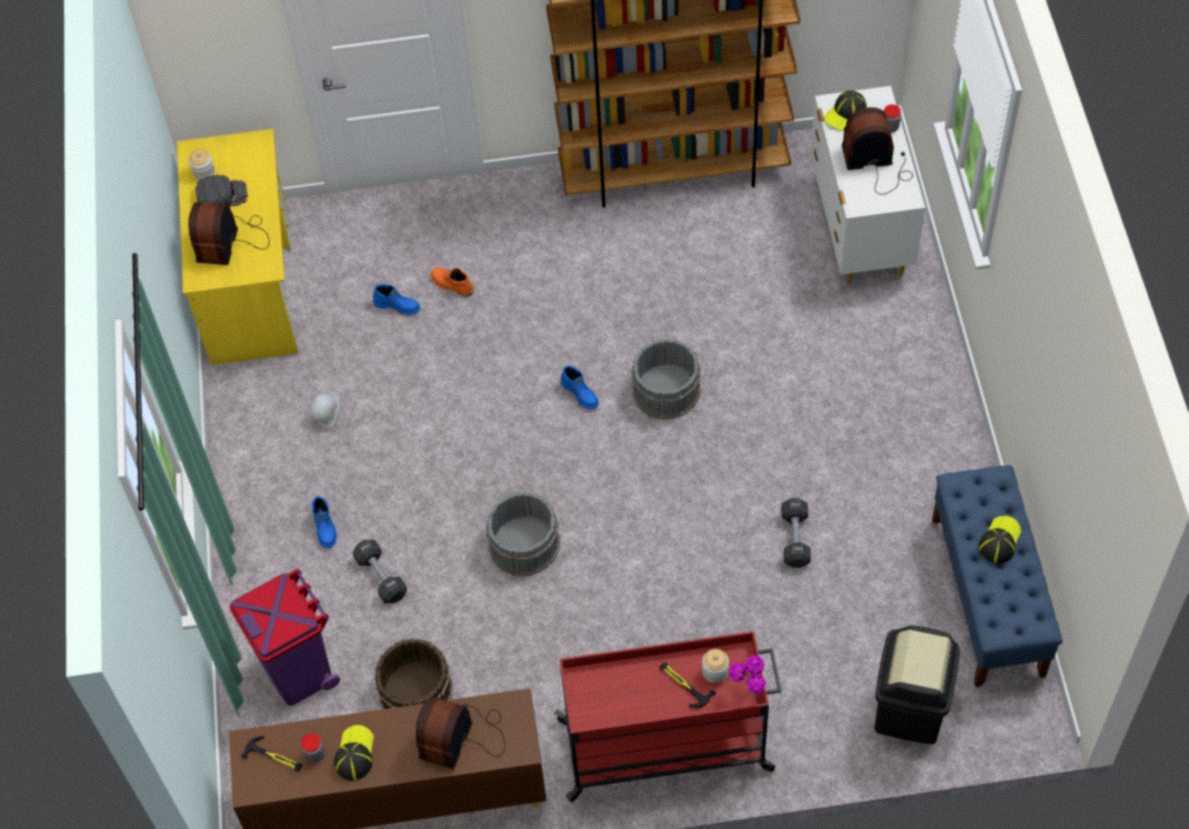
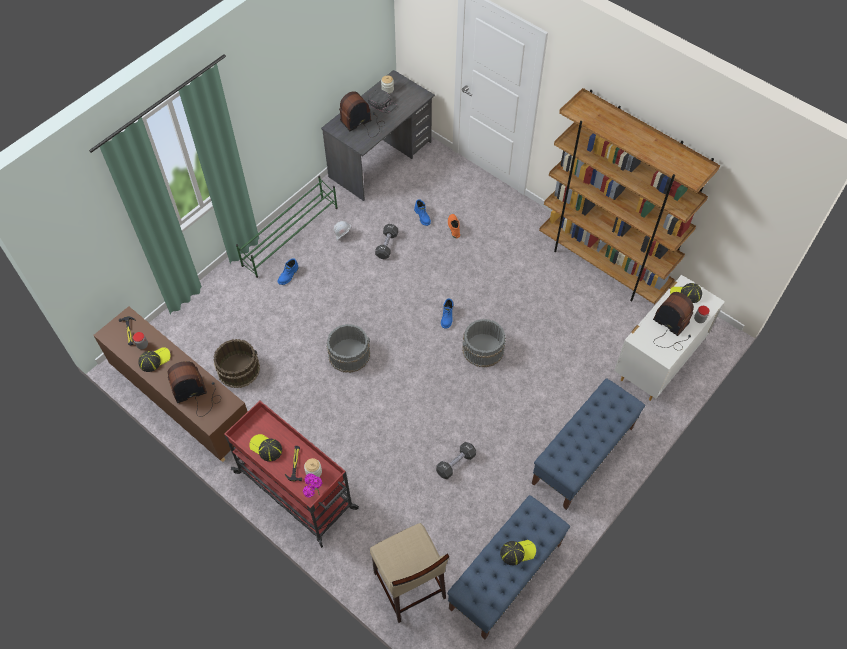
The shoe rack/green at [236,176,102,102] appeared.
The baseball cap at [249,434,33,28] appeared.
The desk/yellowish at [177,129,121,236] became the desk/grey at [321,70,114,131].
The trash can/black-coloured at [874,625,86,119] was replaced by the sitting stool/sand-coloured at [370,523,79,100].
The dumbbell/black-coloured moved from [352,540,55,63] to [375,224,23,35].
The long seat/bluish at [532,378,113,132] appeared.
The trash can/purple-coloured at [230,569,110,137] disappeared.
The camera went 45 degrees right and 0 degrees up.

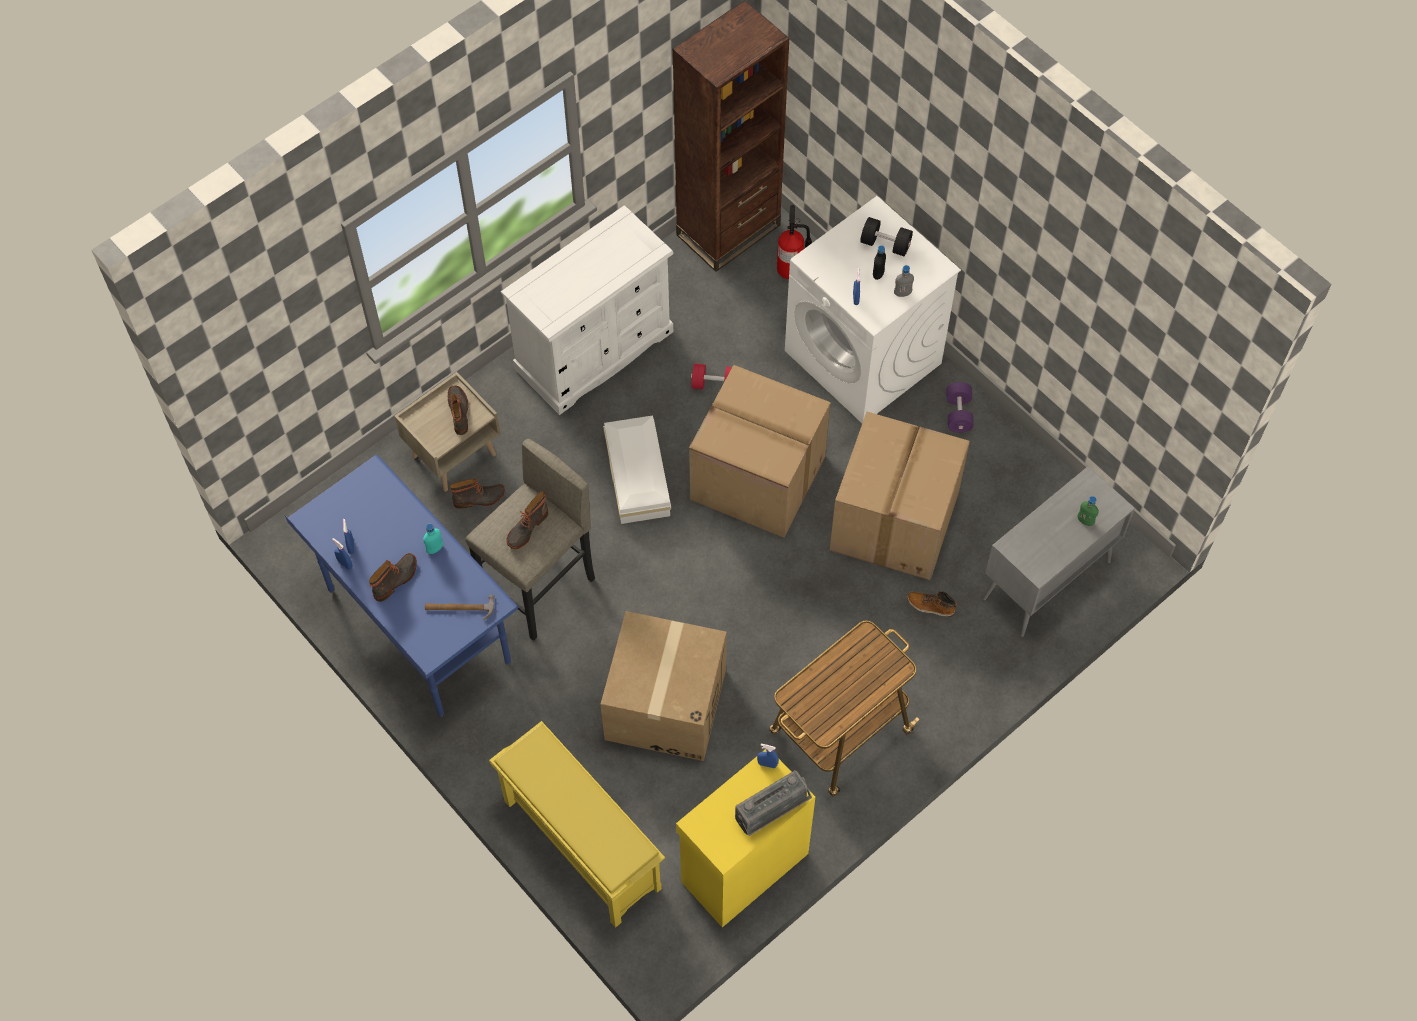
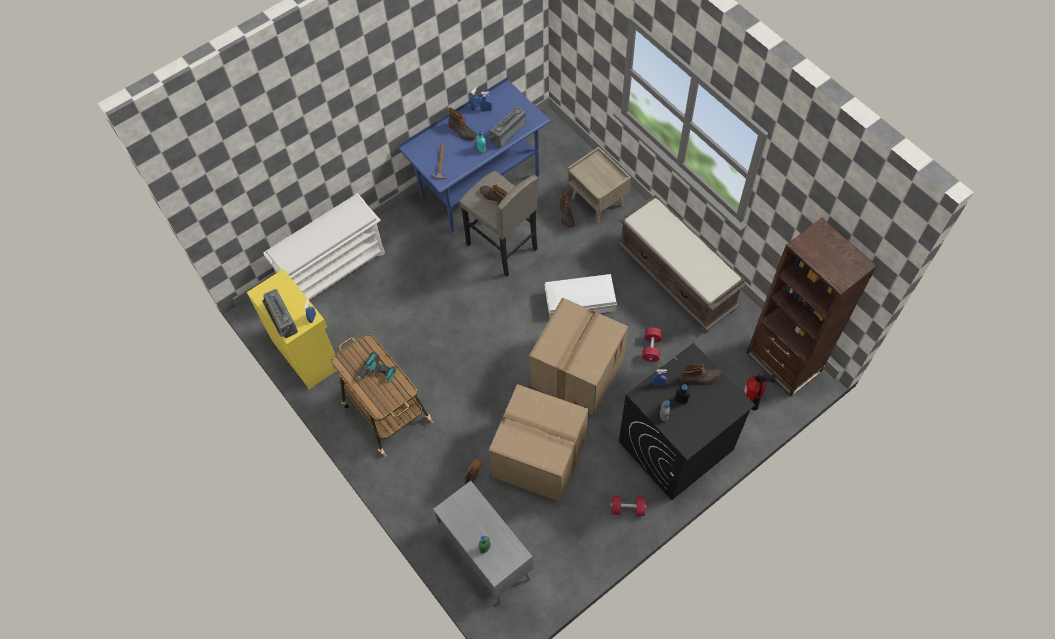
The shoe rack/yellowish at [490,721,175,207] became the shoe rack/white-coloured at [263,193,122,107].
The power drill at [358,352,38,30] appeared.
The radio receiver at [487,106,39,42] appeared.
The dumbbell/purple-coloured at [946,382,28,51] became the dumbbell/red at [611,495,35,21].
The chest of drawers/white-coloured at [501,205,173,210] was replaced by the long seat/brownish at [617,195,130,137].
The washing machine/white-coloured at [785,196,176,227] became the washing machine/black-coloured at [619,343,136,157].
The high-top boot moved from [448,386,21,49] to [680,363,41,22].
The cardboard box at [601,611,126,150] disappeared.
The dumbbell/black-coloured at [860,217,53,39] disappeared.
The camera went 95 degrees right and 0 degrees up.

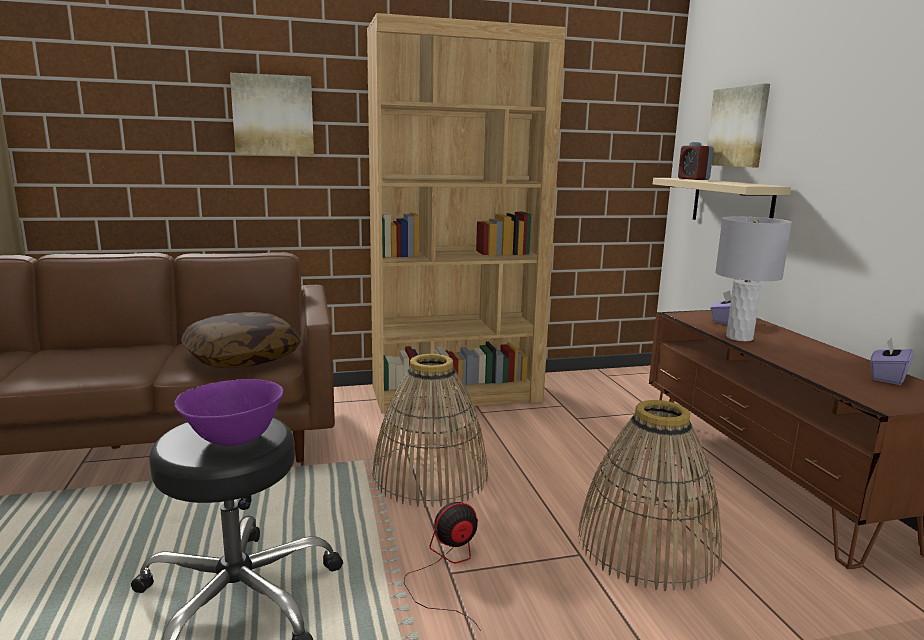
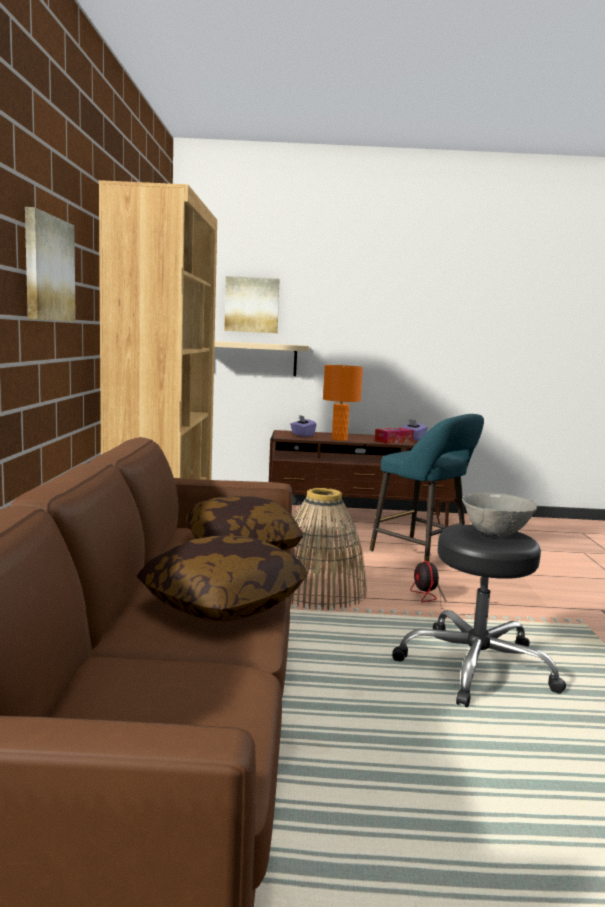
The pillow at [137,536,171,86] appeared.
The lamp for a table/grey at [715,216,77,125] became the lamp for a table/orange-coloured at [323,365,40,76].
The household basket at [578,400,144,191] was replaced by the sitting stool/turquoise at [370,414,114,148].
The tissue holder at [375,428,39,16] appeared.
The serving bowl/purple-coloured at [174,379,109,67] became the serving bowl/grey at [462,493,75,44].
The bedside clock at [678,142,36,38] disappeared.
The camera went 75 degrees left and 5 degrees down.

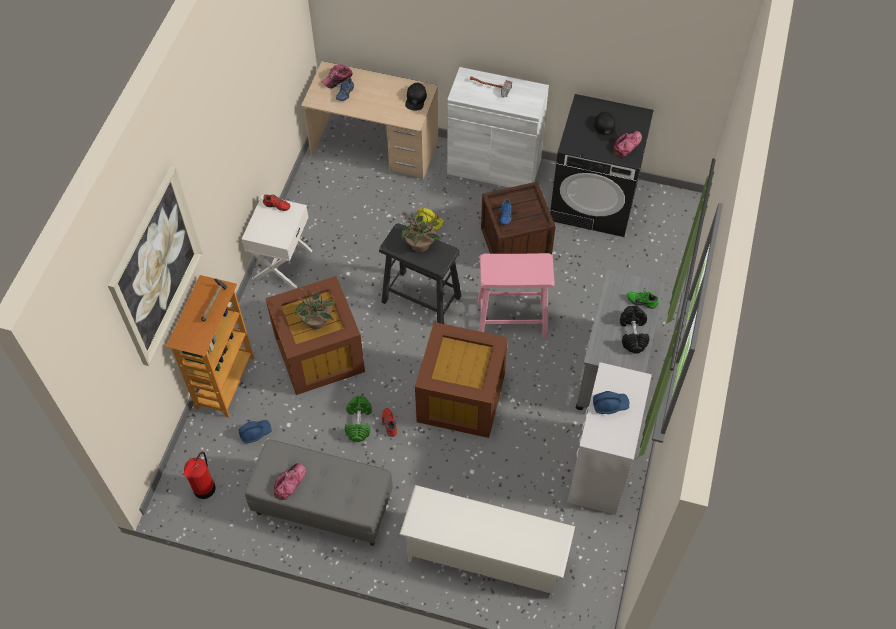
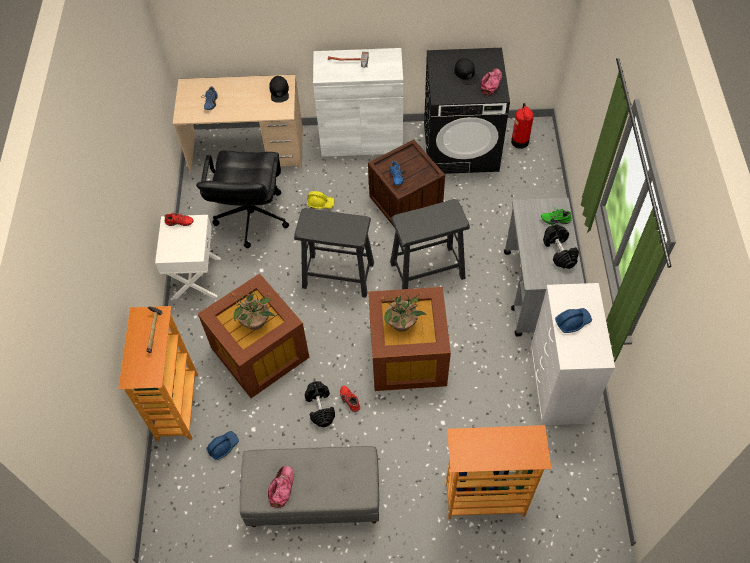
The desk chair/black-coloured at [196,150,93,98] appeared.
The dumbbell/green at [345,396,27,46] became the dumbbell/black-coloured at [304,381,31,46].
The houseplant moved from [401,209,40,43] to [379,289,48,43].
The sitting stool/pinkish at [478,253,76,85] became the sitting stool/black-coloured at [390,199,80,90].
The shoe rack/white-coloured at [399,485,176,115] was replaced by the shelving unit at [446,425,105,94].
The extinguisher moved from [183,452,33,47] to [511,103,23,46].
The wall art at [108,166,95,200] disappeared.
The baseball cap at [322,64,31,24] disappeared.
The camera went 15 degrees left and 0 degrees up.

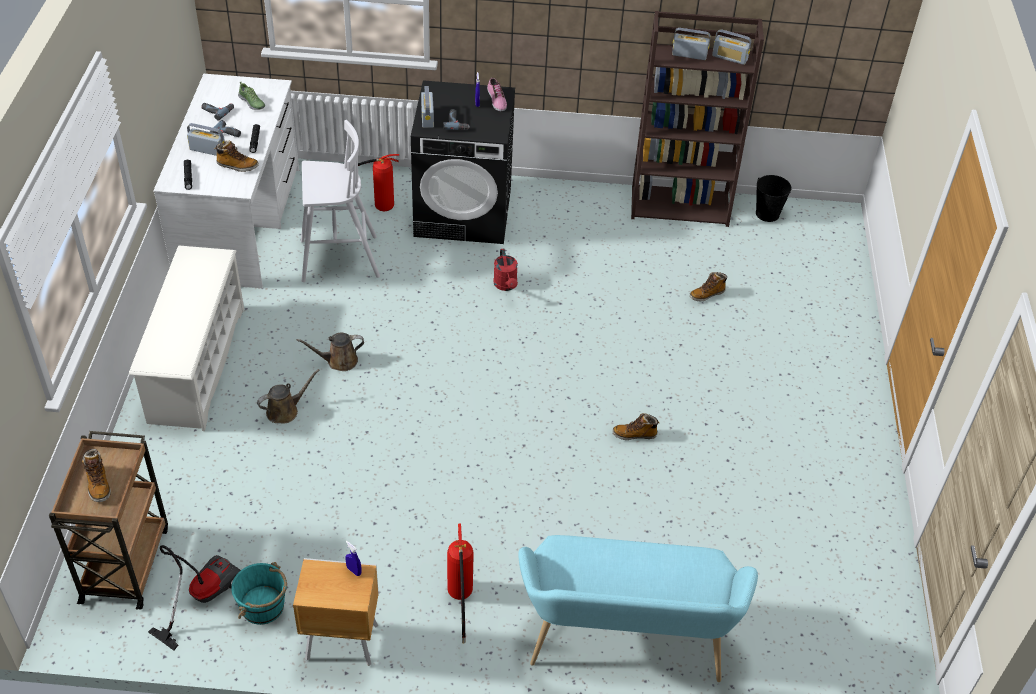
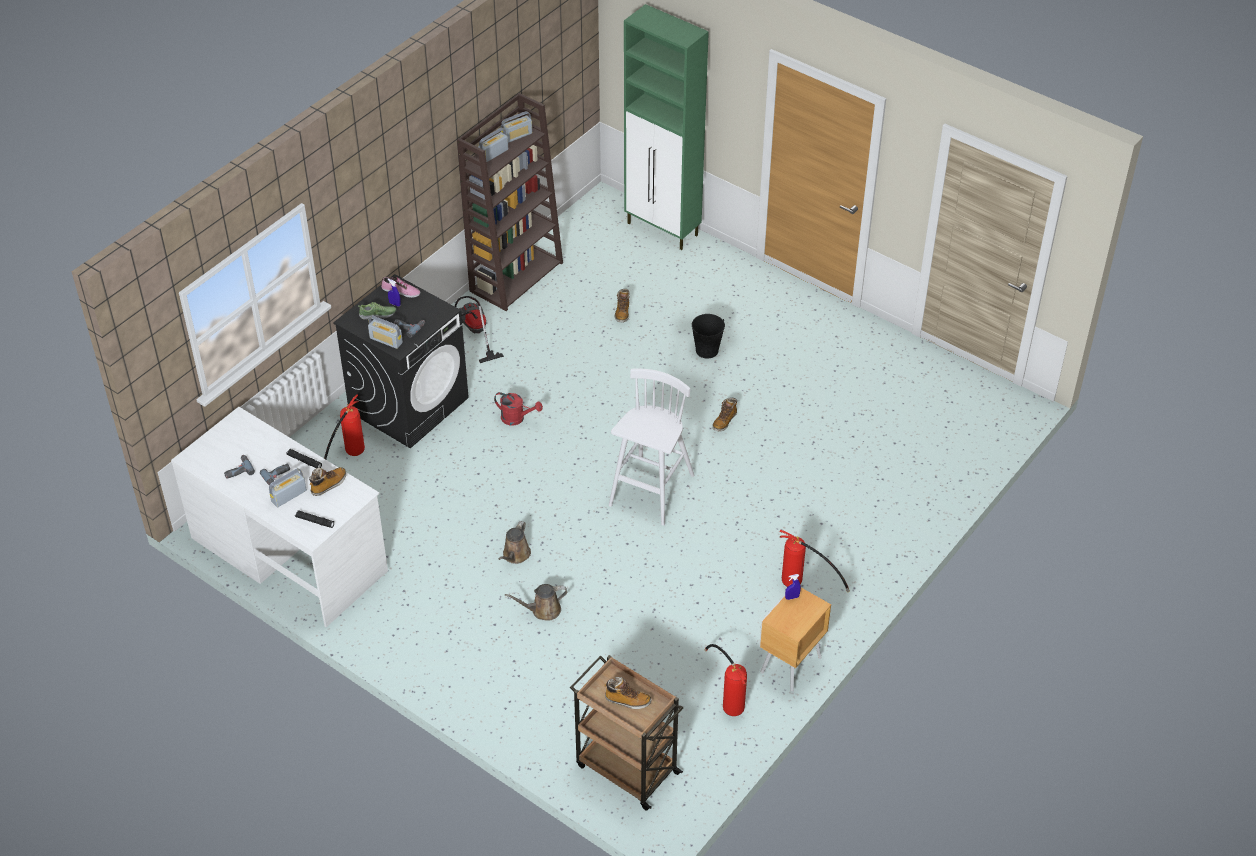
The low shoe moved from [238,82,27,28] to [358,302,38,18].
The vacuum moved from [148,545,93,106] to [454,296,50,67].
The watering pot/brownish at [257,369,63,55] turned 105 degrees counterclockwise.
The sitting stool/white-coloured moved from [301,120,79,162] to [609,368,86,158].
The cabinet/green at [624,4,85,246] appeared.
The water bucket/black-coloured moved from [756,175,35,47] to [692,314,33,44].
The water bucket/turquoise at [231,562,56,63] was replaced by the extinguisher at [705,644,42,72].
The shoe rack/white-coloured at [129,245,115,186] disappeared.
The long seat/turquoise at [518,535,240,147] disappeared.
The camera went 55 degrees left and 0 degrees up.

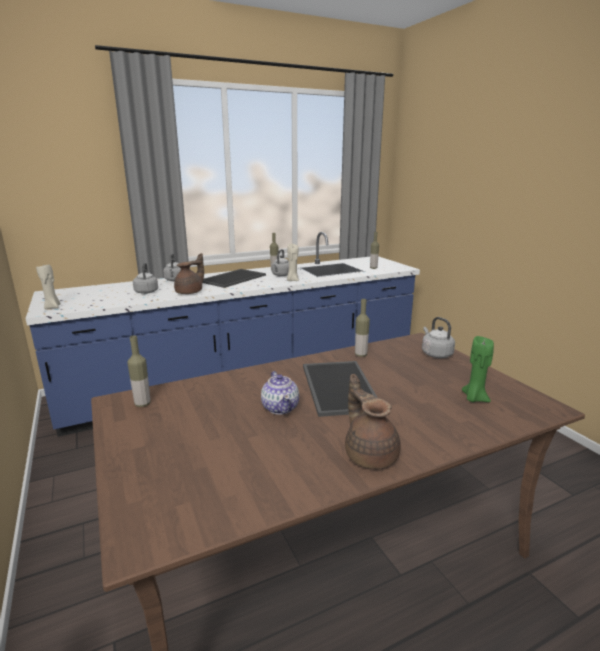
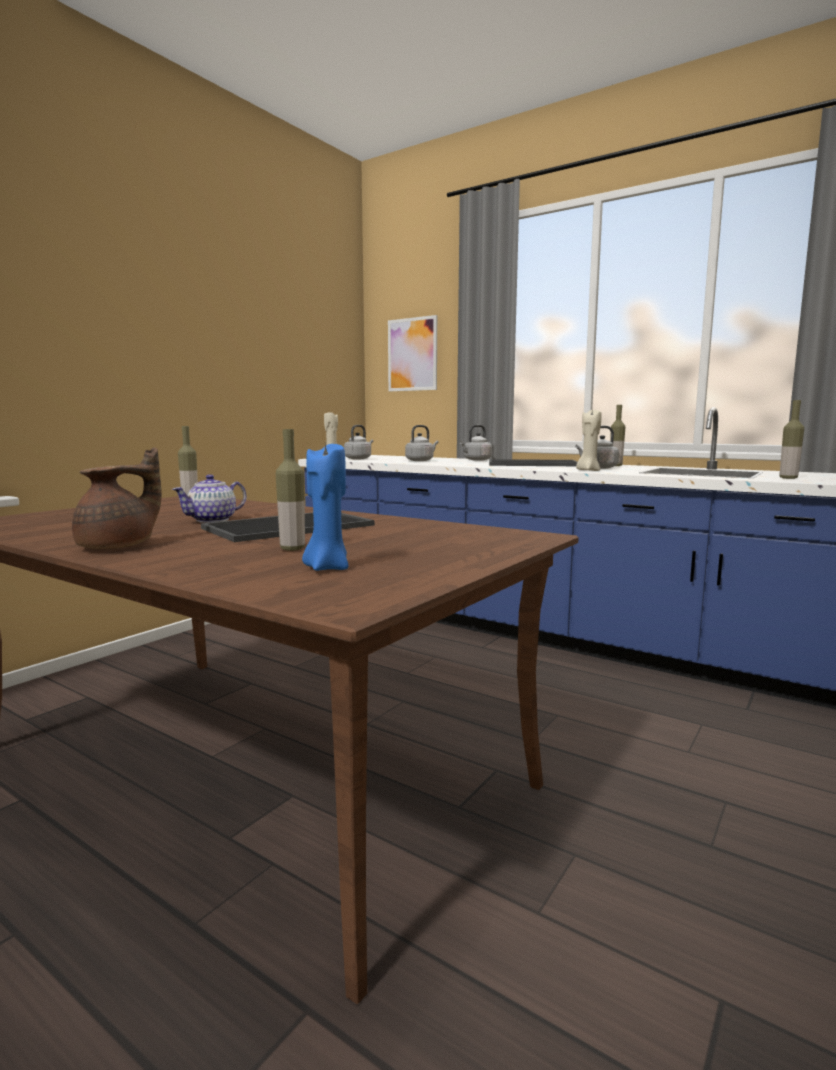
The bottle moved from [355,299,15,58] to [276,429,29,122].
The wax light/green at [462,336,32,66] became the wax light/bluish at [302,443,47,128].
The tea kettle/grey moved from [422,317,33,41] to [344,425,29,34].
The wall art at [388,315,49,76] appeared.
The pot for tea/brownish at [174,253,30,41] disappeared.
The camera went 60 degrees right and 10 degrees down.

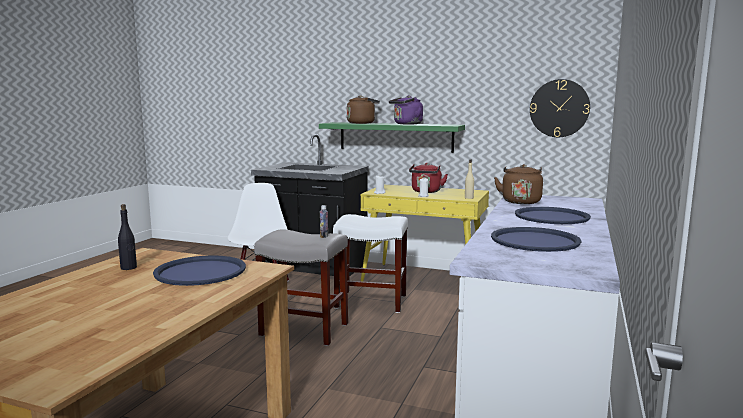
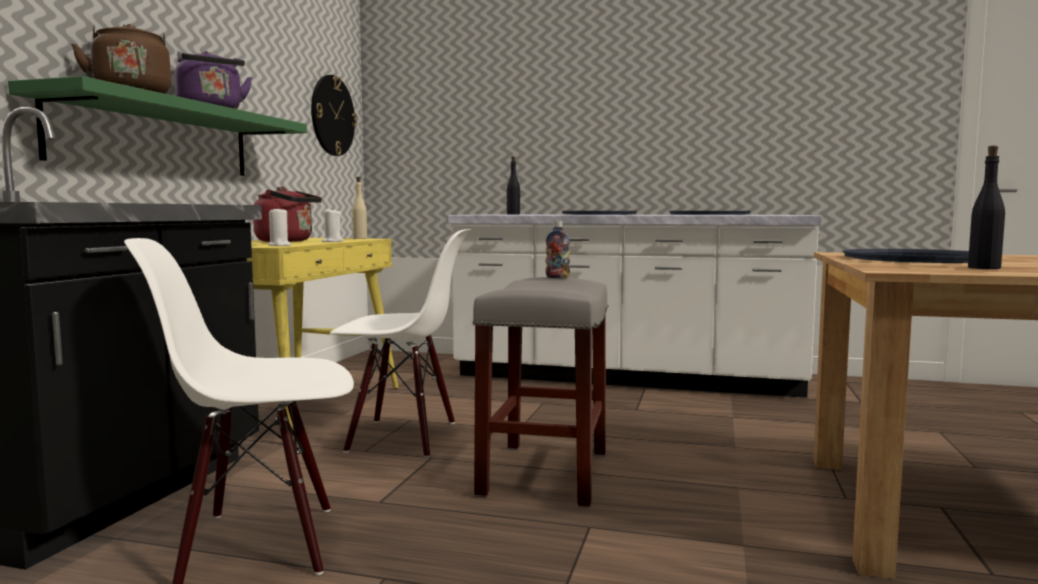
The sitting stool/white-coloured at [333,214,75,99] was replaced by the chair/white-coloured at [330,229,141,229].
The tea kettle/brownish at [494,164,49,40] was replaced by the bottle/black-coloured at [507,156,13,59].
The camera went 95 degrees left and 5 degrees down.

